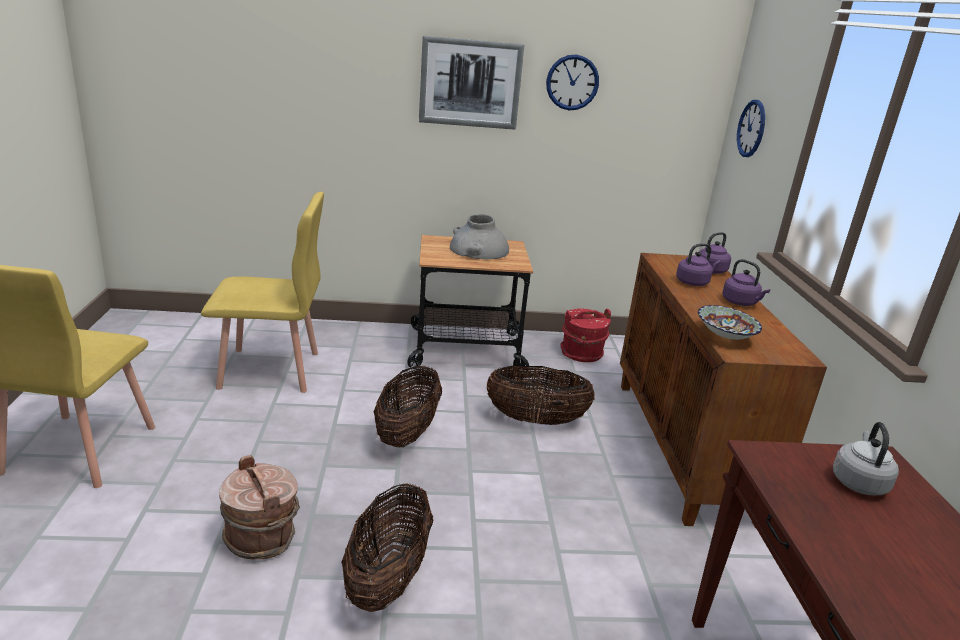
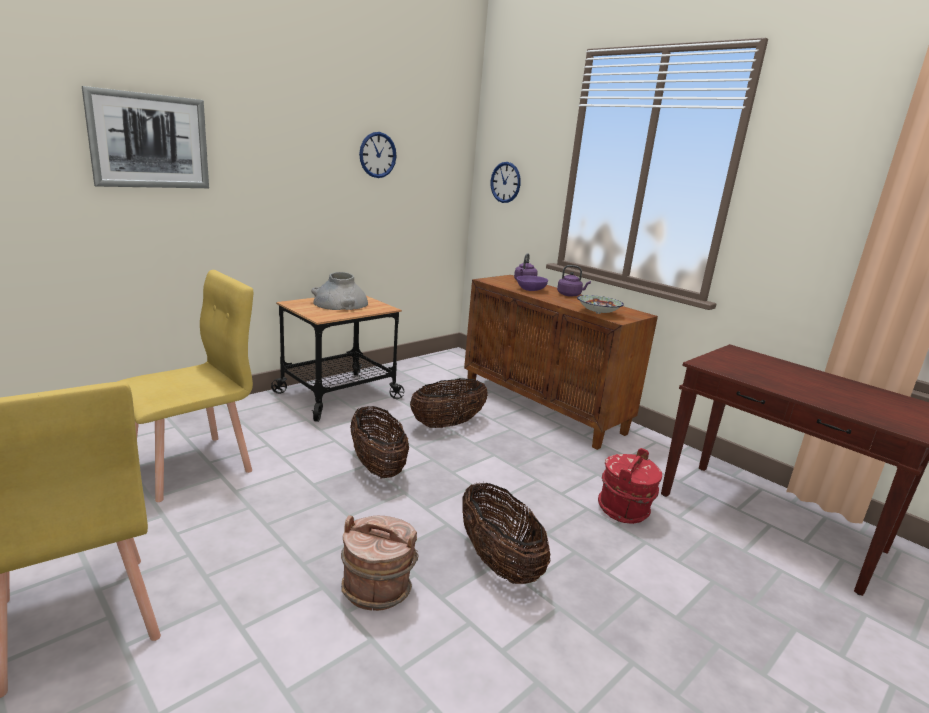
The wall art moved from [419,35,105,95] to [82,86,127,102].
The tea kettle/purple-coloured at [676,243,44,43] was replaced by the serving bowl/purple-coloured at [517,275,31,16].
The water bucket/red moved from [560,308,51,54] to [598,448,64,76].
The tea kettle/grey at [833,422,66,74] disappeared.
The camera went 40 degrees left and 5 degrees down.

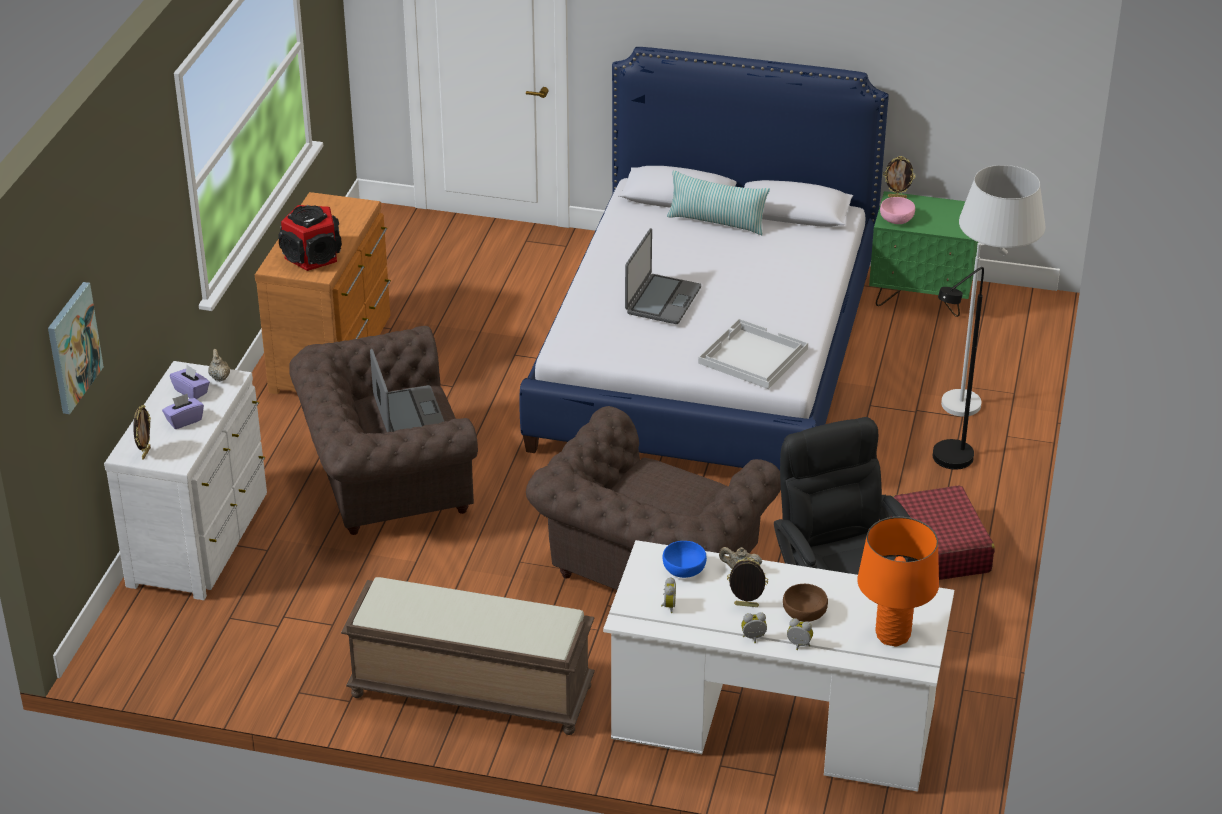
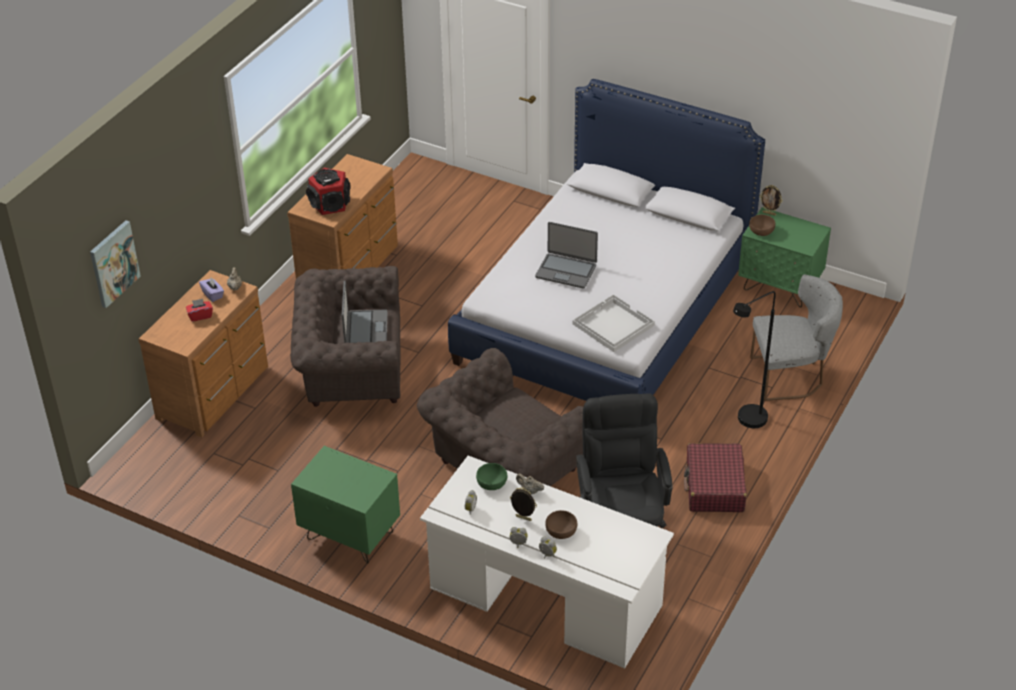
The chest of drawers/white-coloured at [104,361,163,239] became the chest of drawers/brownish at [138,270,130,168].
The tissue holder/purple-coloured at [162,394,42,35] became the tissue holder/red at [186,299,27,23].
The long seat/brownish at [341,577,254,158] was replaced by the bedside table/green at [291,446,109,118].
The serving bowl/bluish at [663,541,44,37] became the serving bowl/green at [476,463,32,27].
The notebook computer at [625,228,76,96] turned 75 degrees clockwise.
The serving bowl/pinkish at [880,197,35,27] became the serving bowl/brownish at [749,215,26,21].
The floor lamp/white-coloured at [941,165,104,252] was replaced by the chair/grey at [750,275,93,126].
The standing frame at [133,405,18,55] disappeared.
The pillow at [667,170,103,65] disappeared.
The lamp for a table/orange-coloured at [857,517,82,129] disappeared.
The camera went 15 degrees right and 5 degrees up.

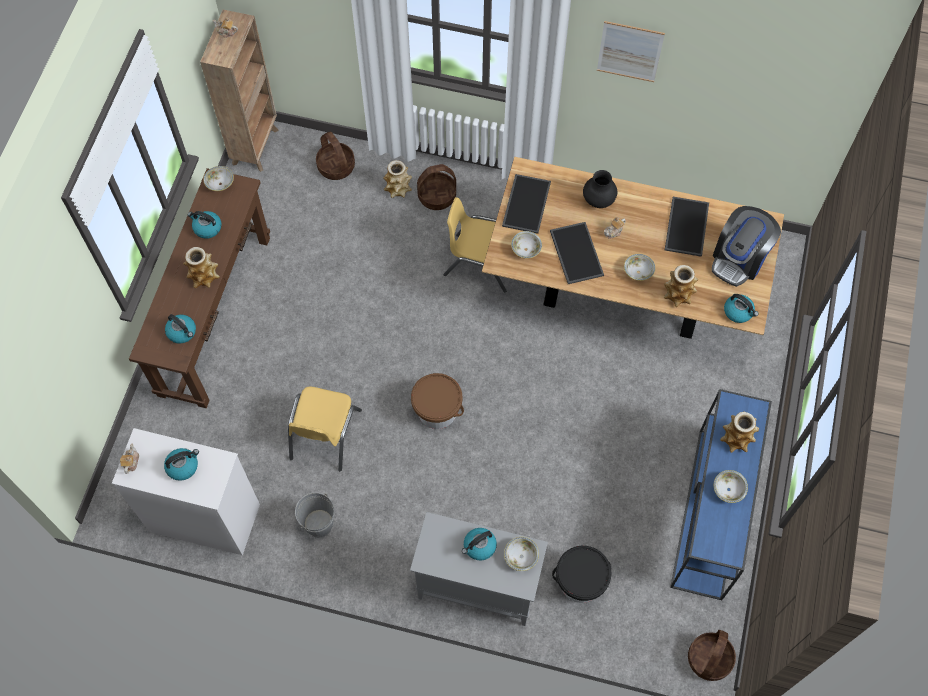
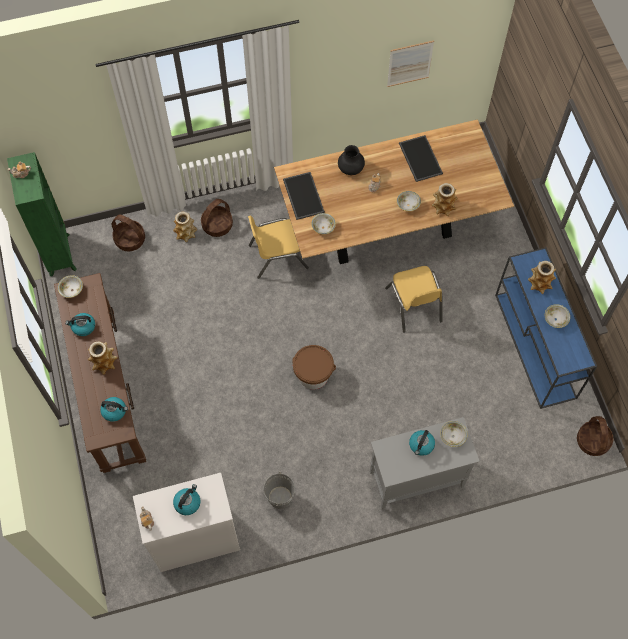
The shelving unit/brownish at [200,10,79,162] became the shelving unit/green at [7,152,70,125].
The chair/yellowish moved from [288,387,74,84] to [385,266,57,67].
The wall art moved from [597,21,68,61] to [387,41,47,46].
The serving tray at [550,222,54,62] disappeared.
The water bucket/black-coloured at [552,546,60,57] disappeared.
The coffee maker at [712,206,69,81] disappeared.
The tea kettle at [724,294,34,29] disappeared.
The camera went 30 degrees left and 0 degrees up.

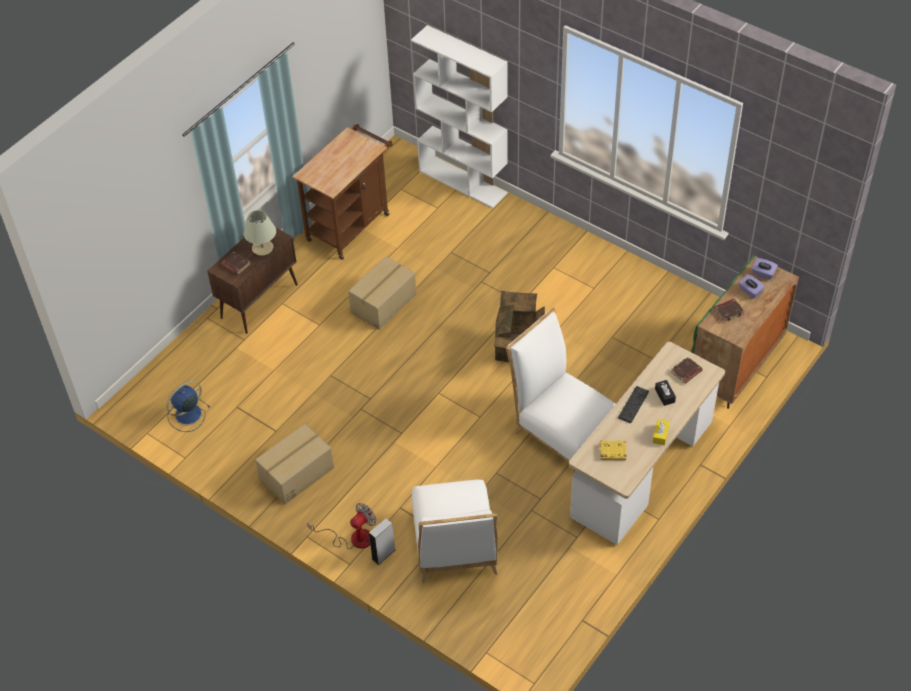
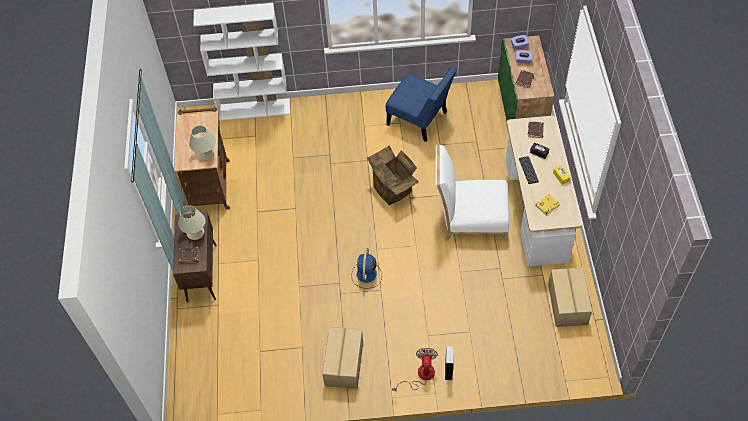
The lamp for a table/sand-coloured at [189,125,27,36] appeared.
The fan/bluish moved from [166,381,44,51] to [351,248,31,40].
The chair/bluish at [386,67,71,75] appeared.
The cardboard box moved from [348,256,69,74] to [548,268,44,59].
The chair/white-coloured at [412,479,86,104] disappeared.
The camera went 40 degrees left and 5 degrees up.

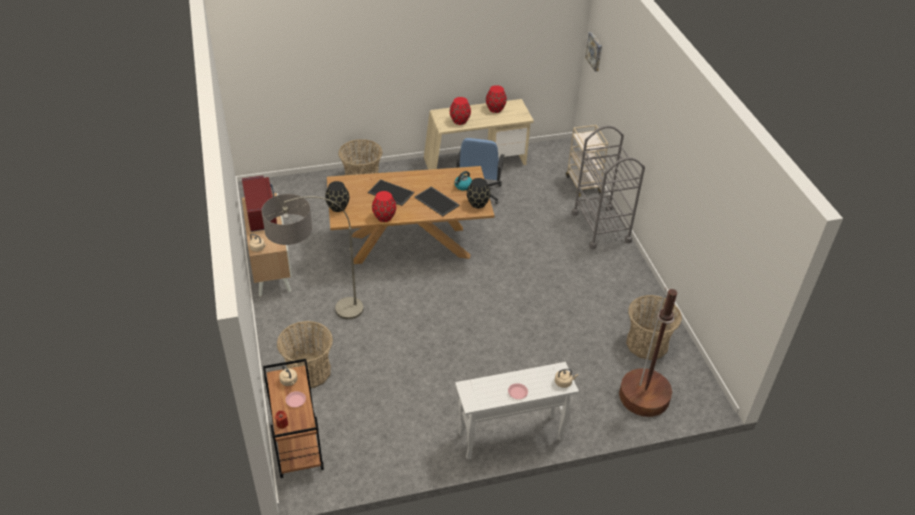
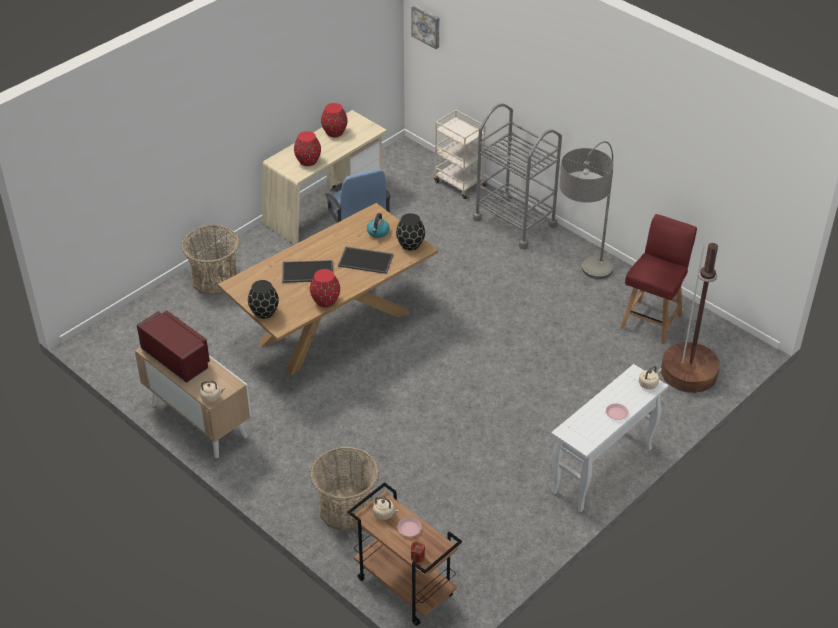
The floor lamp moved from [262,194,101,126] to [559,141,55,138].
The household basket at [626,295,56,65] was replaced by the chair/red at [620,214,77,130].
The camera went 30 degrees left and 0 degrees up.

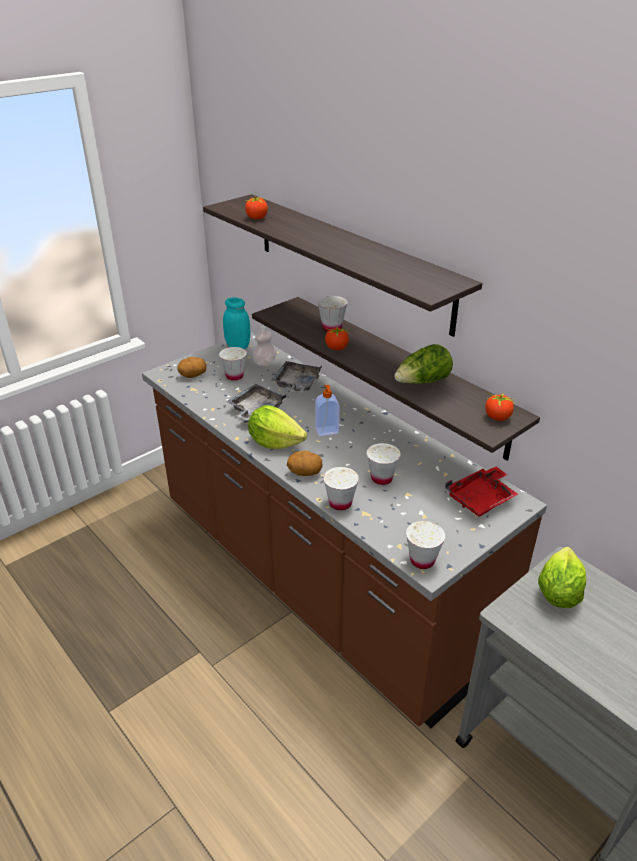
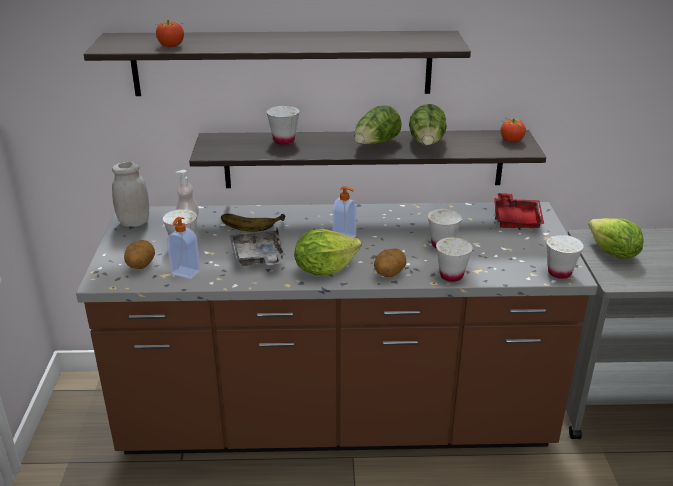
The preserve jar/turquoise at [223,297,28,52] became the preserve jar/white-coloured at [112,162,37,65].
The soap bottle at [167,217,33,62] appeared.
The serving tray/grey at [271,361,51,32] was replaced by the banana fruit at [221,213,65,19].
The lettuce at [354,105,48,39] appeared.
The whole tomato at [324,327,26,23] disappeared.
The camera went 50 degrees left and 5 degrees down.

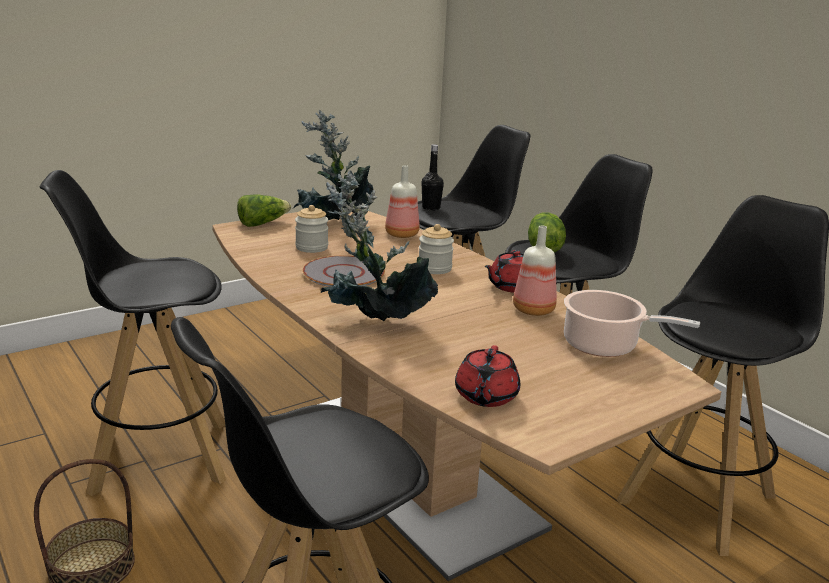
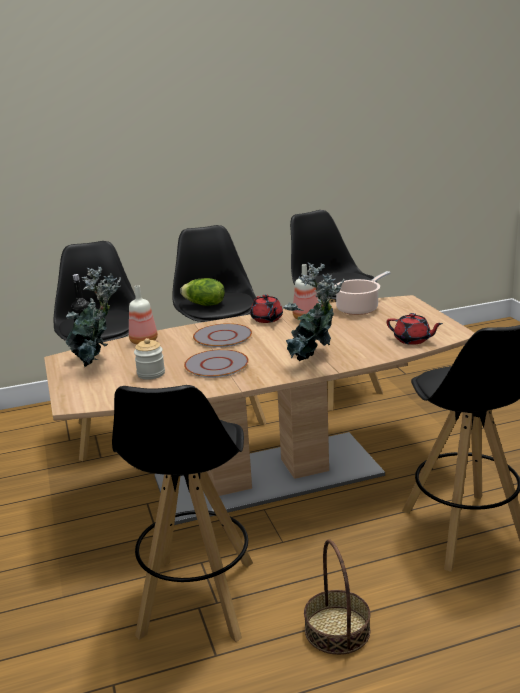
The preserve jar at [419,224,35,50] was replaced by the flat dish/grey at [193,323,59,25].
The lettuce at [237,194,54,33] disappeared.
The camera went 70 degrees left and 0 degrees up.

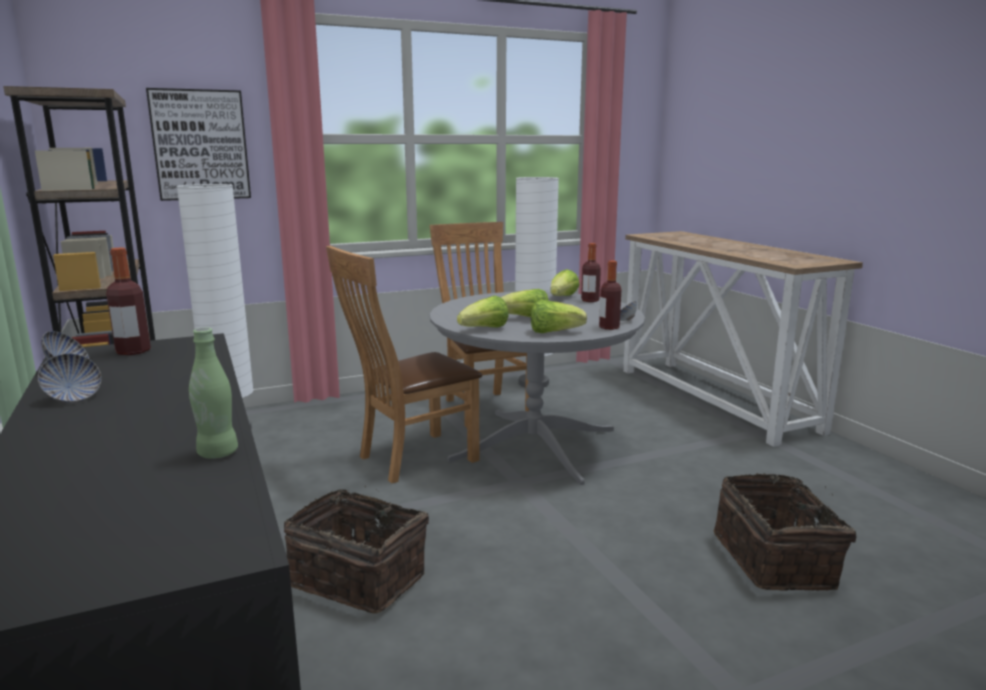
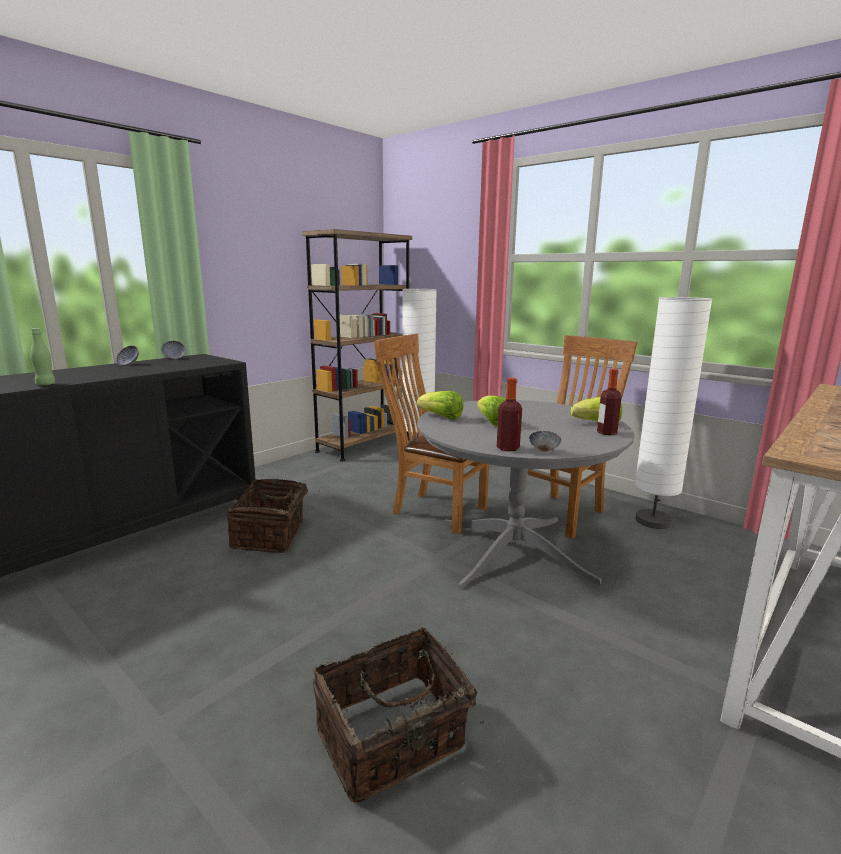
The bottle at [106,248,45,107] disappeared.
The wall art at [146,88,105,113] disappeared.
The lettuce at [531,300,56,33] disappeared.
The camera went 65 degrees right and 0 degrees up.

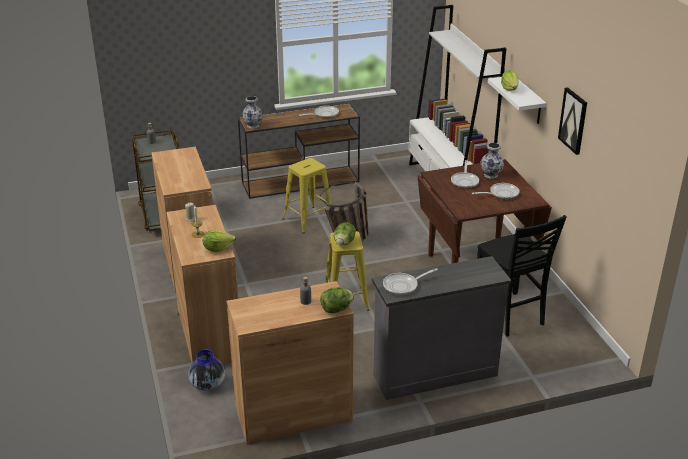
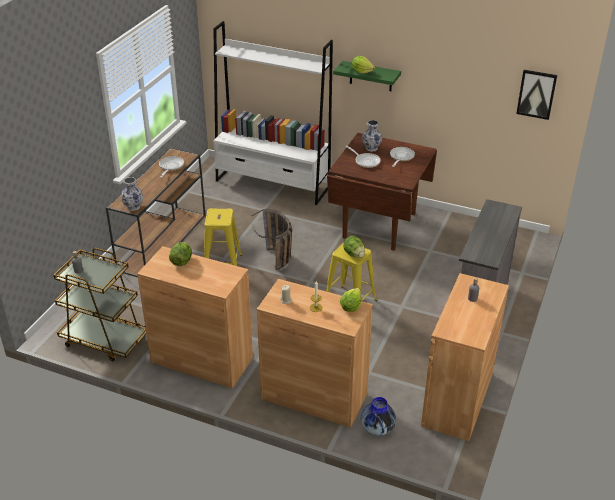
The lettuce moved from [320,287,34,26] to [169,242,23,24].
The bracket shelf/white-coloured at [488,77,59,47] became the bracket shelf/green at [333,61,68,30].
The wall art moved from [558,87,29,68] to [516,70,41,50].
The pan at [383,268,55,27] disappeared.
The chair/black-coloured at [477,215,90,121] disappeared.
The camera went 50 degrees left and 5 degrees up.

